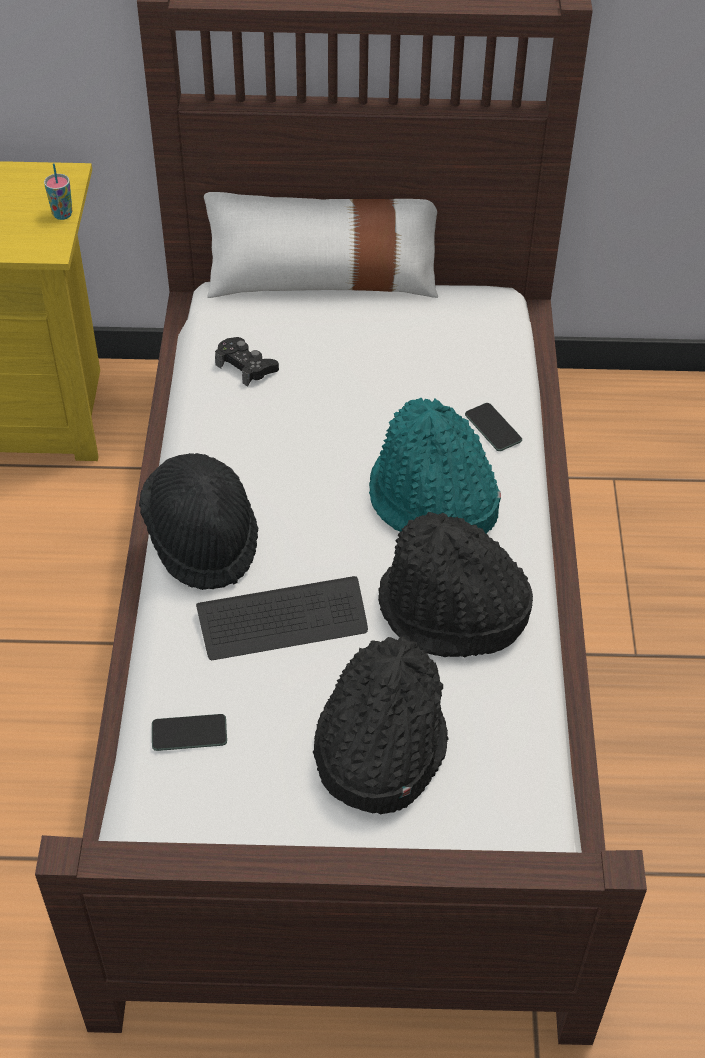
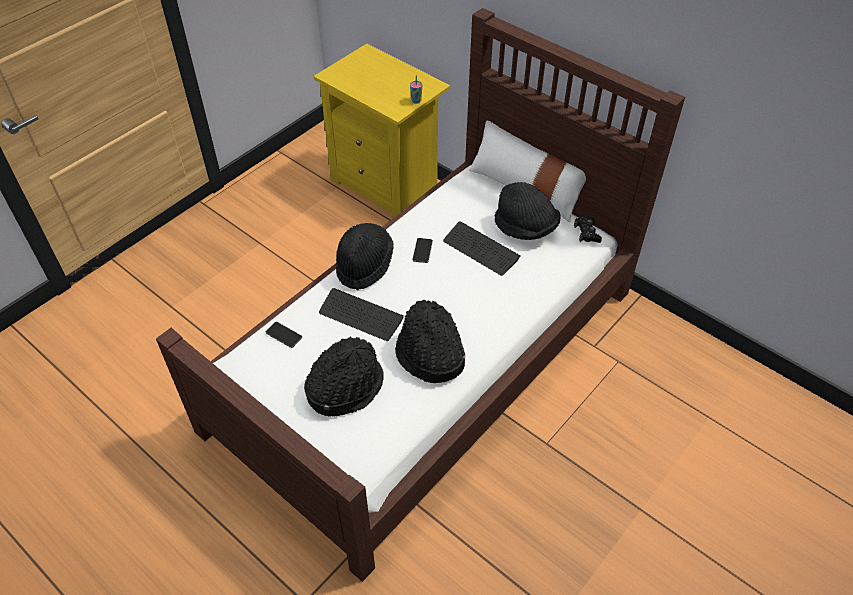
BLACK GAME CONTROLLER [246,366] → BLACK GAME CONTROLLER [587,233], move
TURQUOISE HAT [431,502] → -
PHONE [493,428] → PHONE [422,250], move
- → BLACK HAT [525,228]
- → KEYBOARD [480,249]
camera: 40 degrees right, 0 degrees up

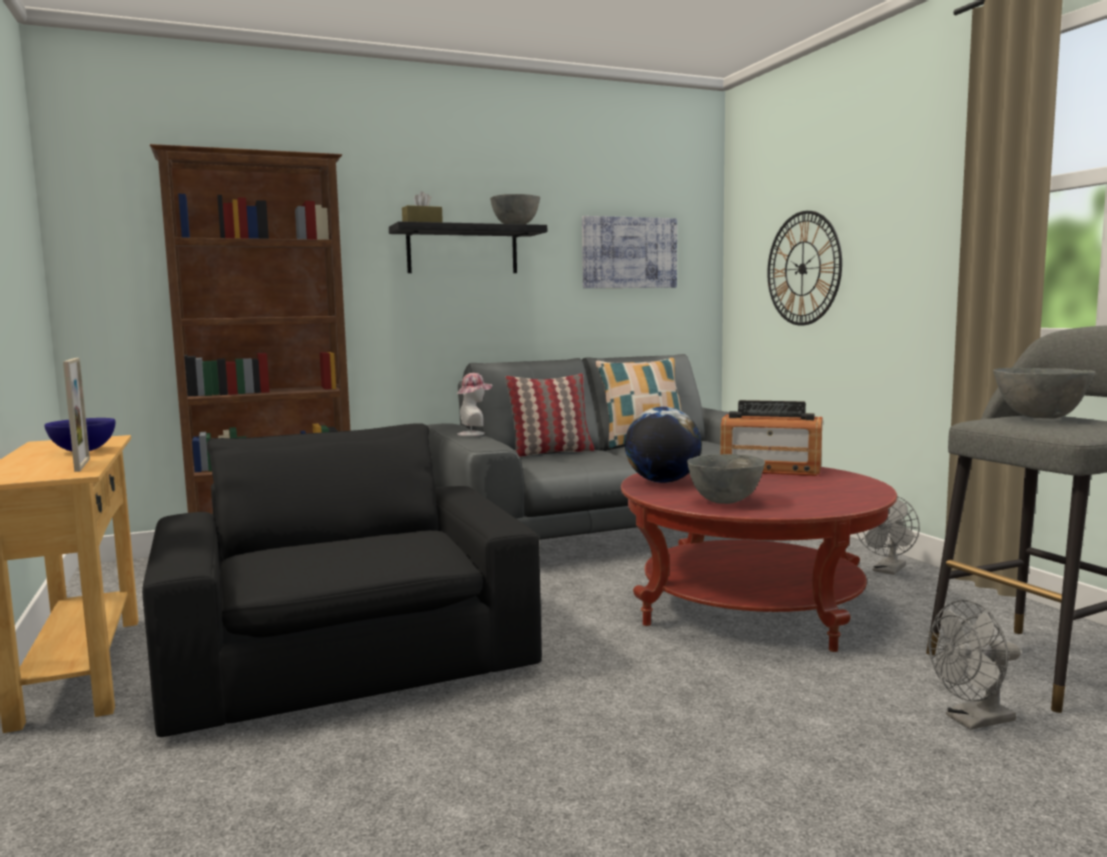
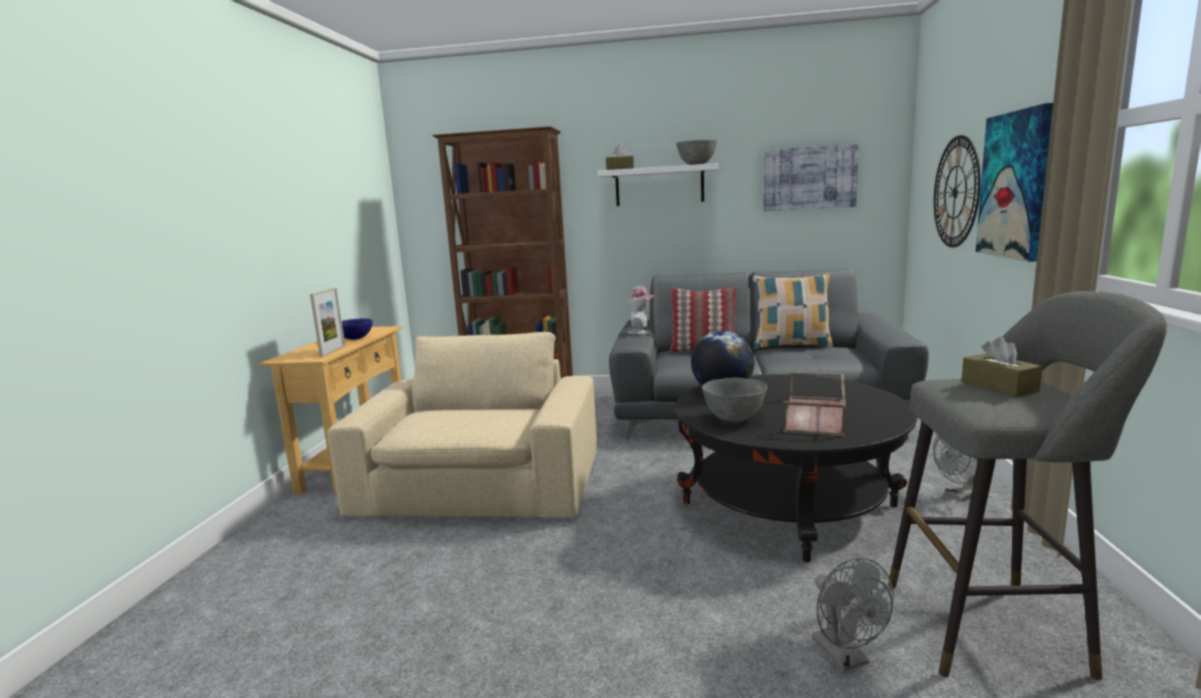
BLACK SHELF [462,250] → WHITE SHELF [659,186]
GREY BOWL [1040,417] → BROWN TISSUE BOX [999,387]
RADIO [770,469] → -
BLACK ARMCHAIR [348,656] → BEIGE ARMCHAIR [481,485]
RED COFFEE TABLE [751,605] → BLACK COFFEE TABLE [788,504]
GREY FAN [972,721] → GREY FAN [846,657], 120 degrees counterclockwise
- → PICTURE [1014,185]
- → BROWN TRAY [816,416]
camera: 30 degrees right, 5 degrees up

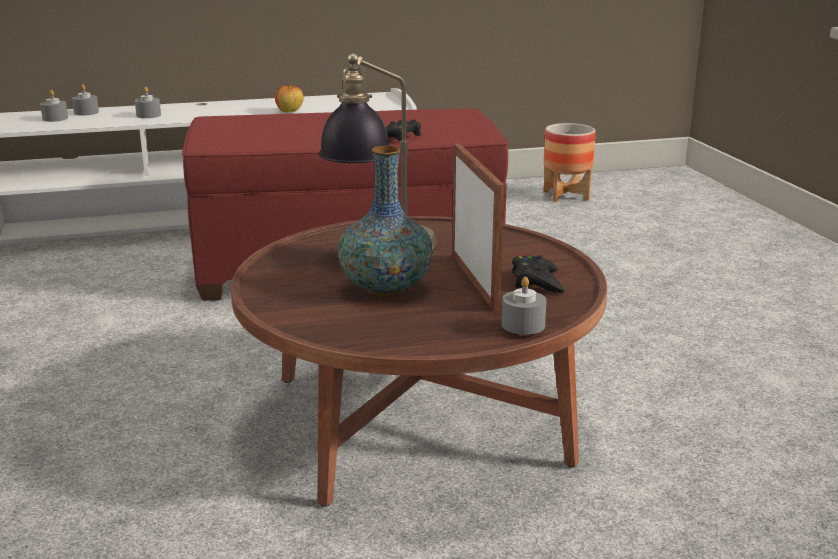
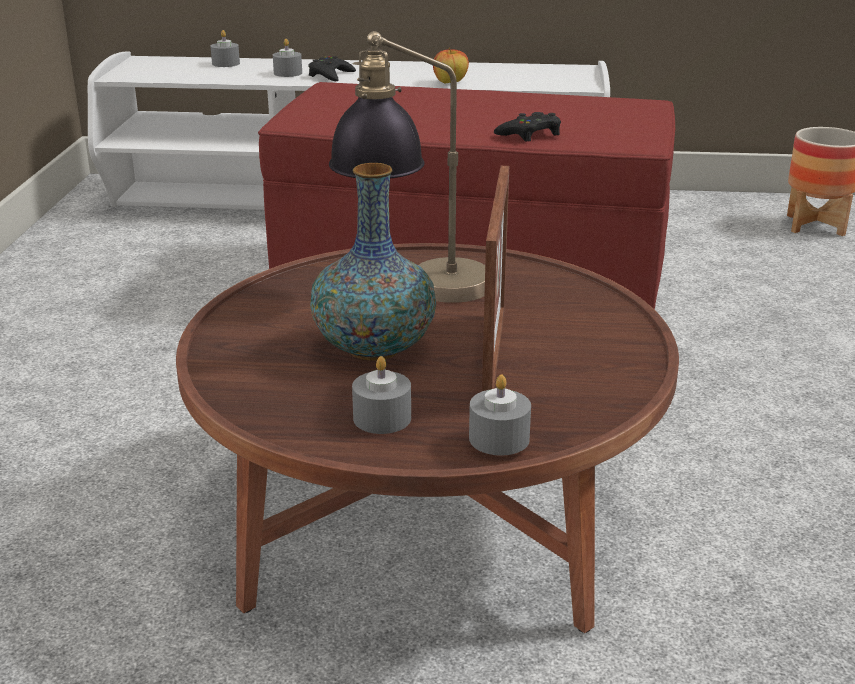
GREY CANDLE [55,118] → GREY CANDLE [382,418], move
BLACK GAME CONTROLLER [536,281] → BLACK GAME CONTROLLER [330,75], move
camera: 20 degrees right, 5 degrees up

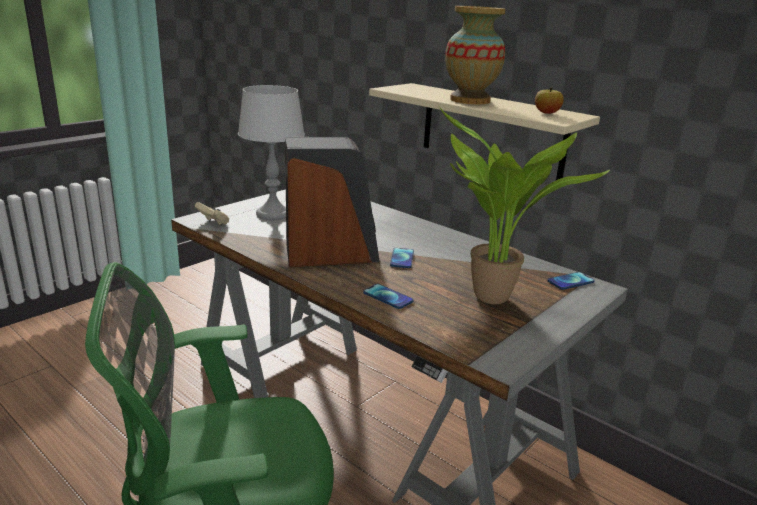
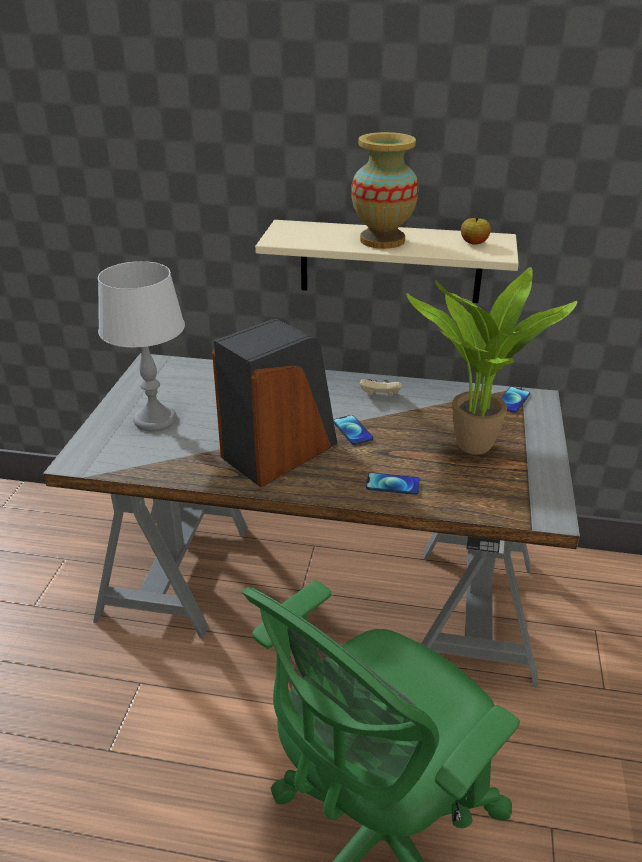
BEIGE GAME CONTROLLER [214,223] → BEIGE GAME CONTROLLER [380,396], move
camera: 30 degrees left, 10 degrees up

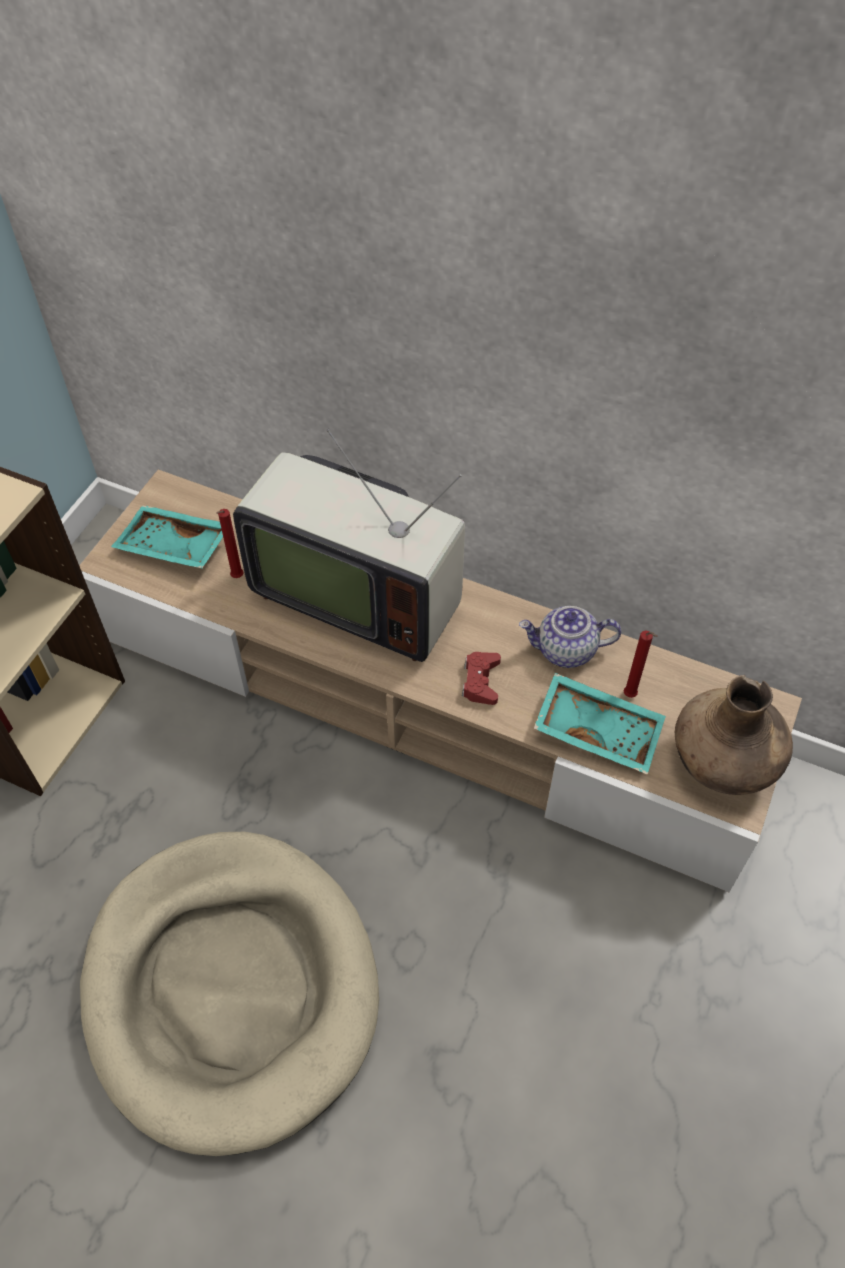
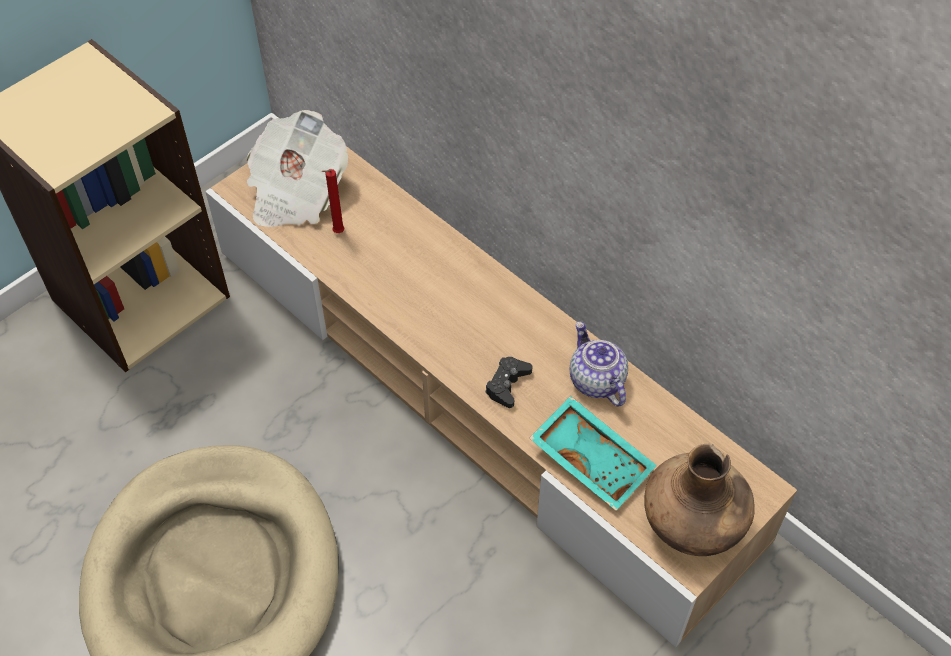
TELEVISION [357,593] → -
TURQUOISE TRAY [173,548] → NEWSPAPER [296,192]
TEAPOT [565,651] → TEAPOT [595,380], 45 degrees clockwise
RED CANDLE [631,696] → -
RED GAME CONTROLLER [481,681] → BLACK GAME CONTROLLER [507,384]
camera: 20 degrees right, 0 degrees up

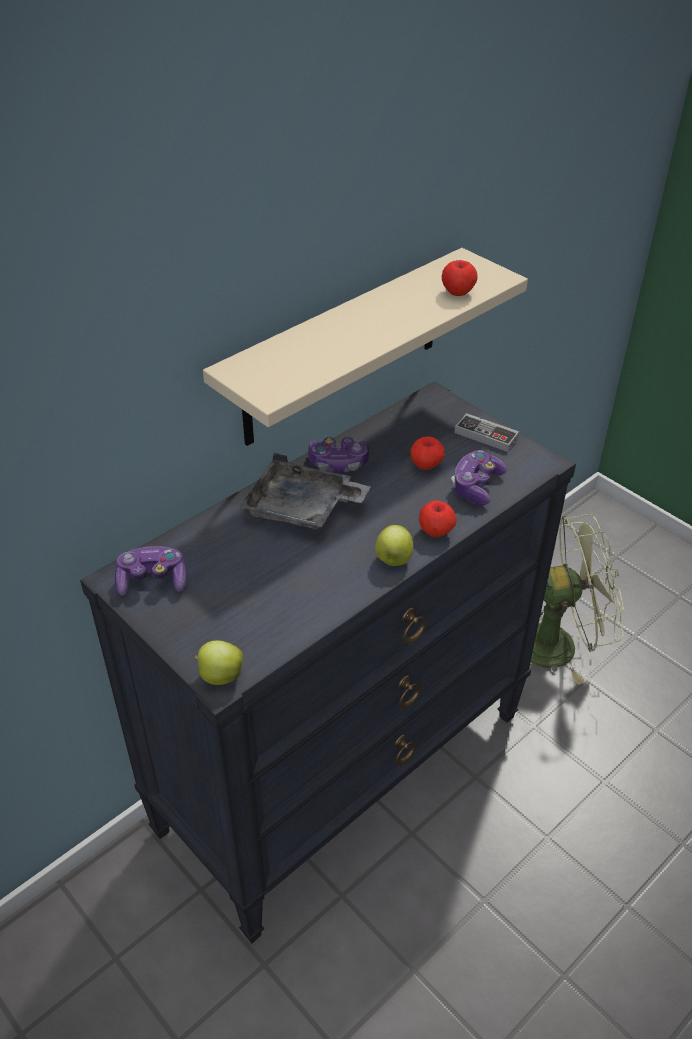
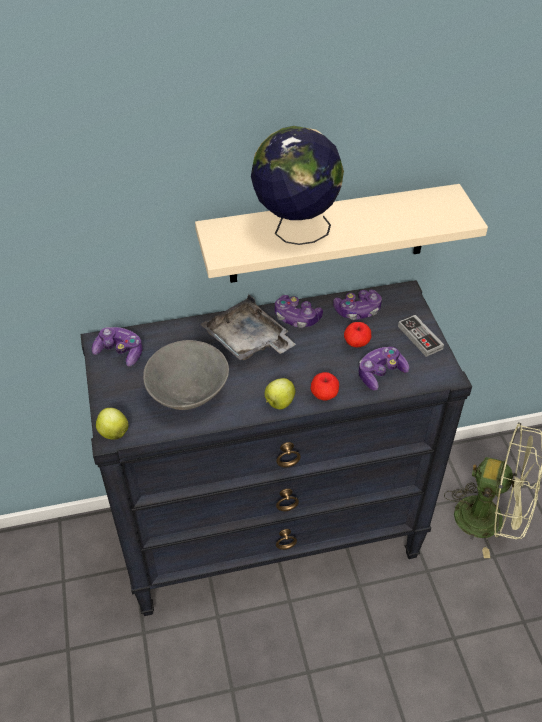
APPLE [458,292] → -
- → GLOBE [295,230]
- → GAME CONTROLLER [357,310]
- → GREY BOWL [187,395]
camera: 30 degrees right, 5 degrees up

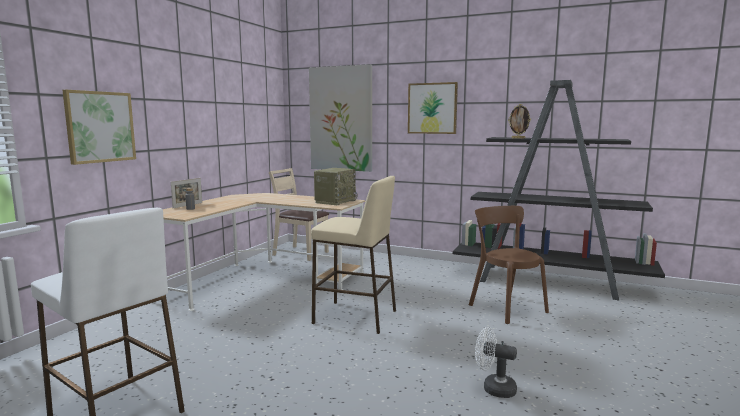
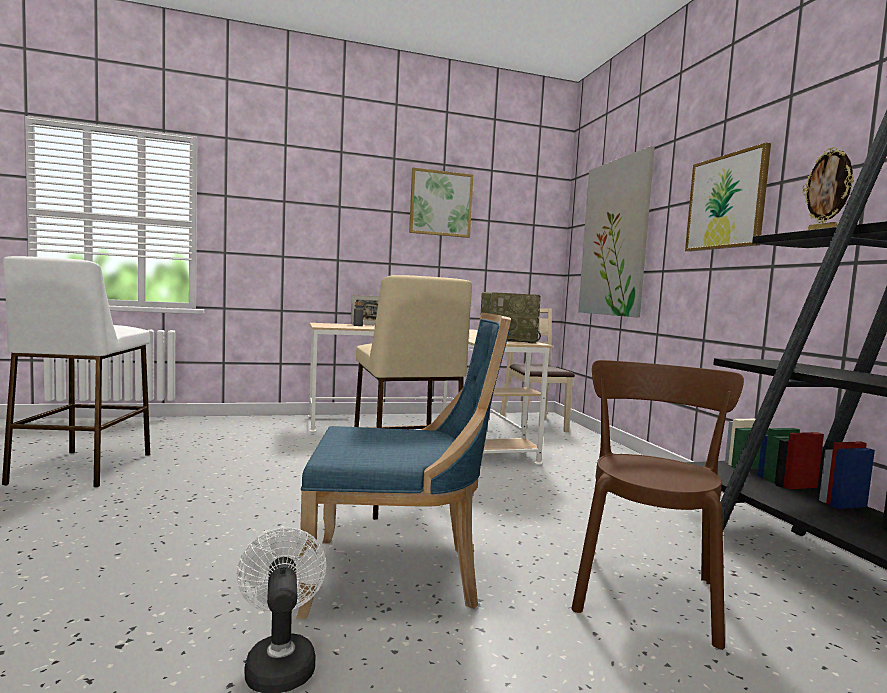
PICTURE [100,127] → PICTURE [440,203], move
- → BLUE CHAIR [399,576]
camera: 50 degrees right, 5 degrees down

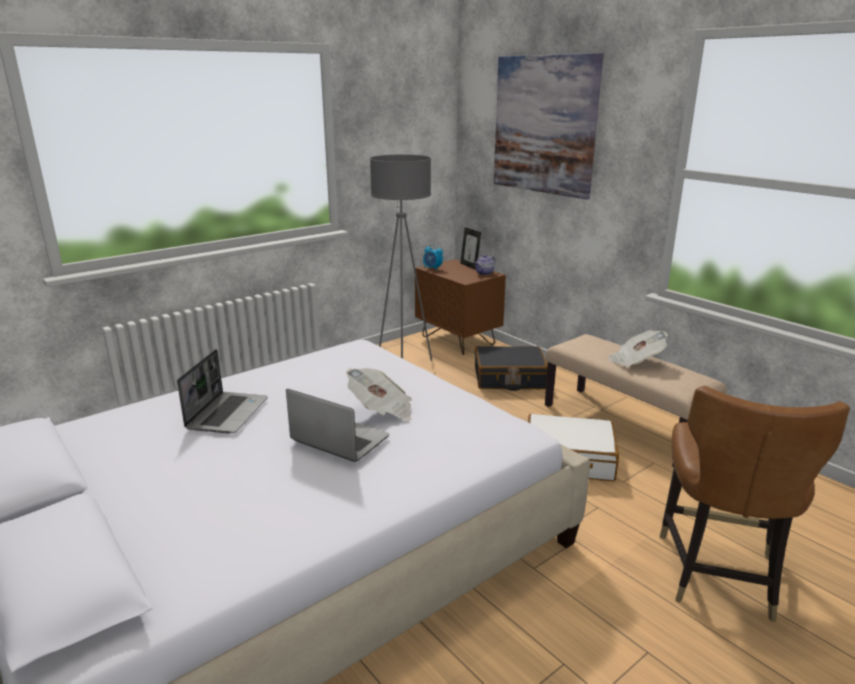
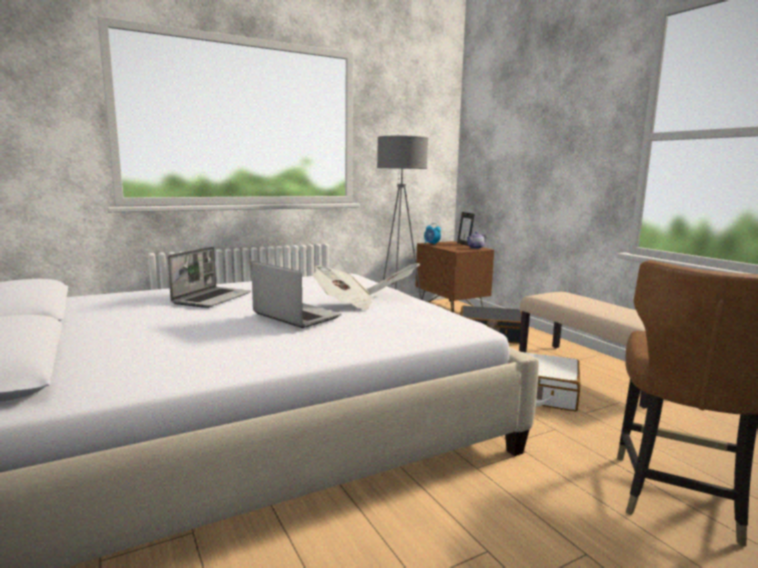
PICTURE [544,125] → -
NEWSPAPER [635,361] → NEWSPAPER [388,295], move
camera: 10 degrees right, 10 degrees down

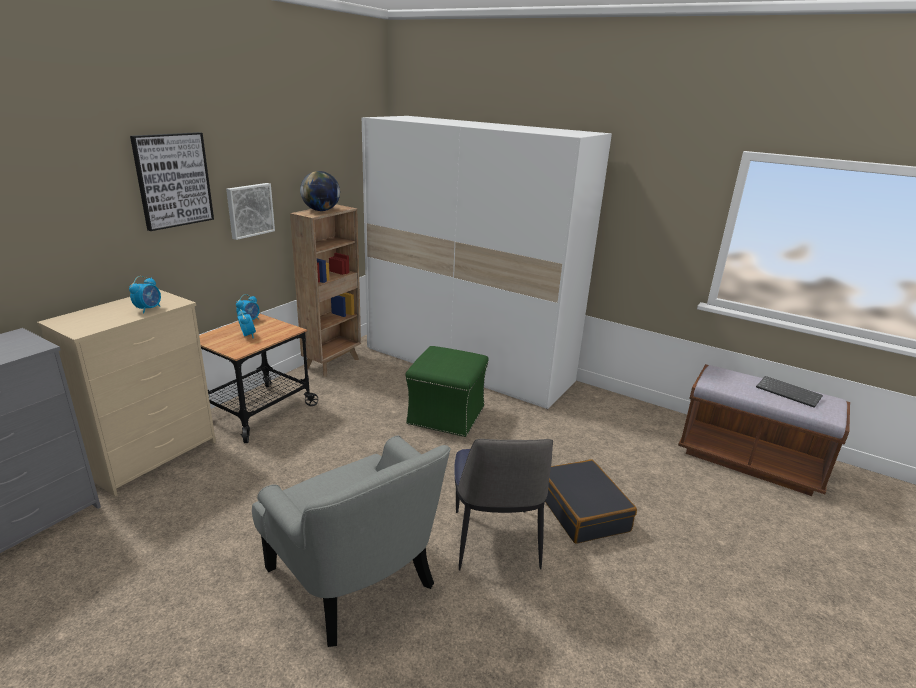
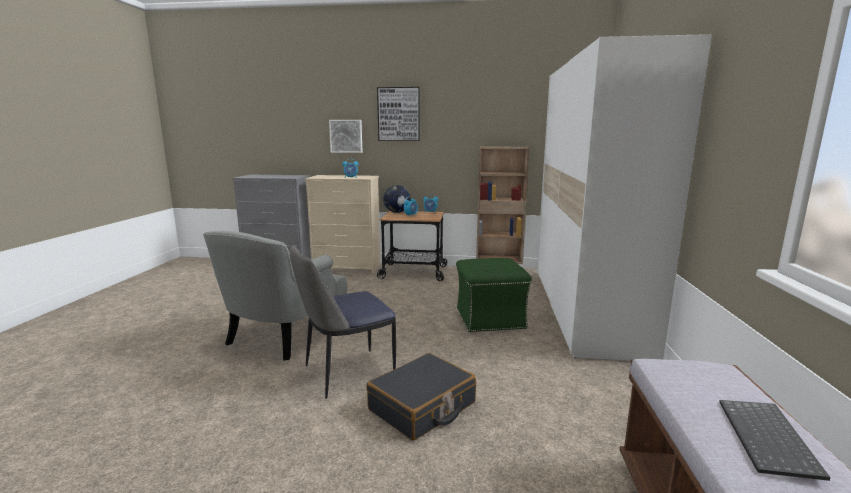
GLOBE [321,210] → GLOBE [397,212], move
PICTURE [249,210] → PICTURE [346,136], move
camera: 65 degrees right, 10 degrees down

